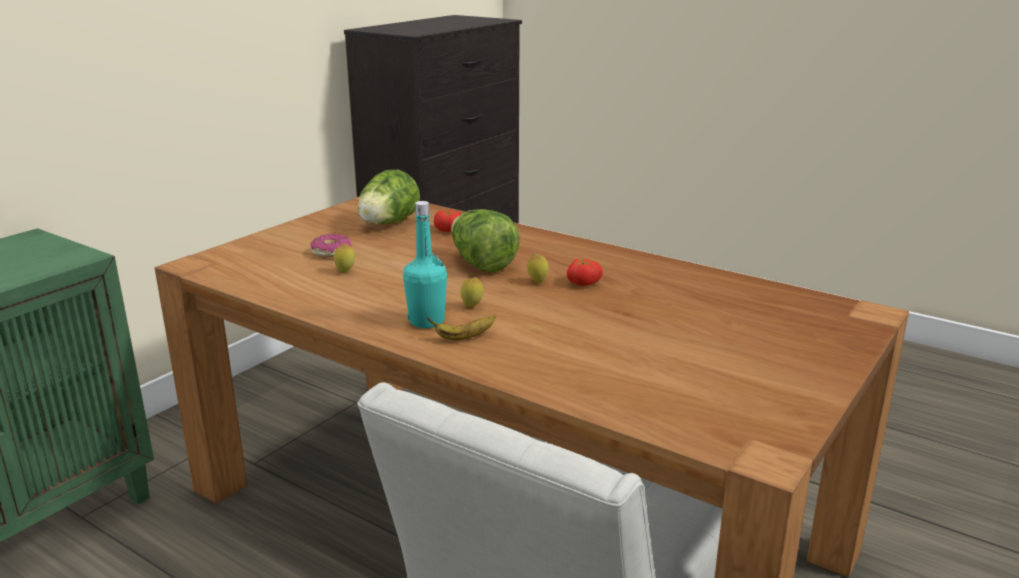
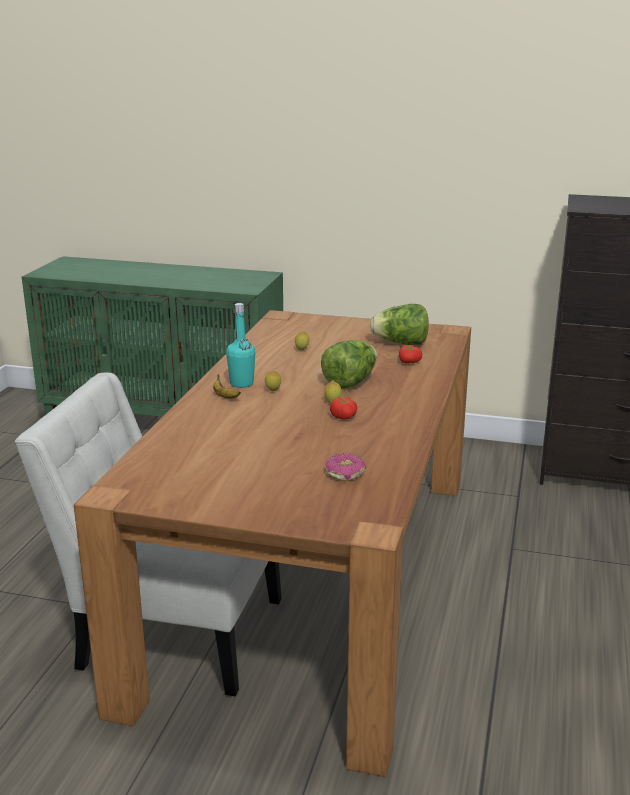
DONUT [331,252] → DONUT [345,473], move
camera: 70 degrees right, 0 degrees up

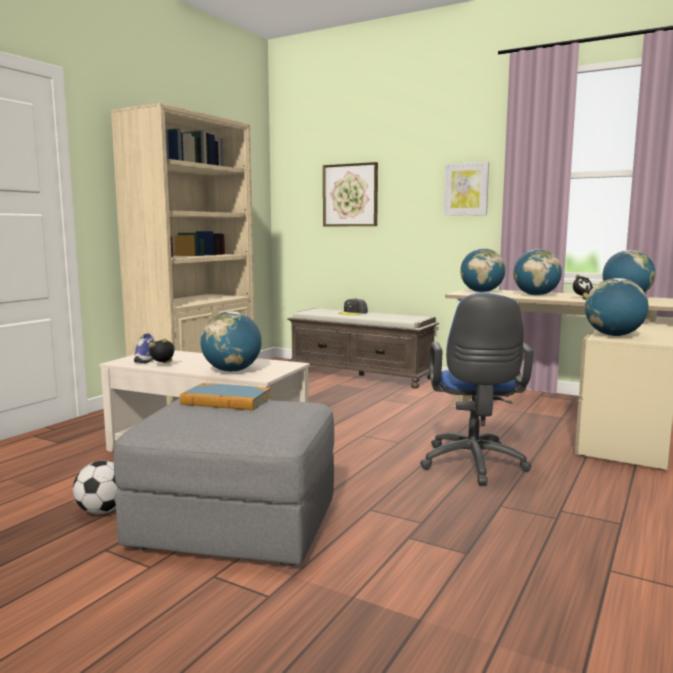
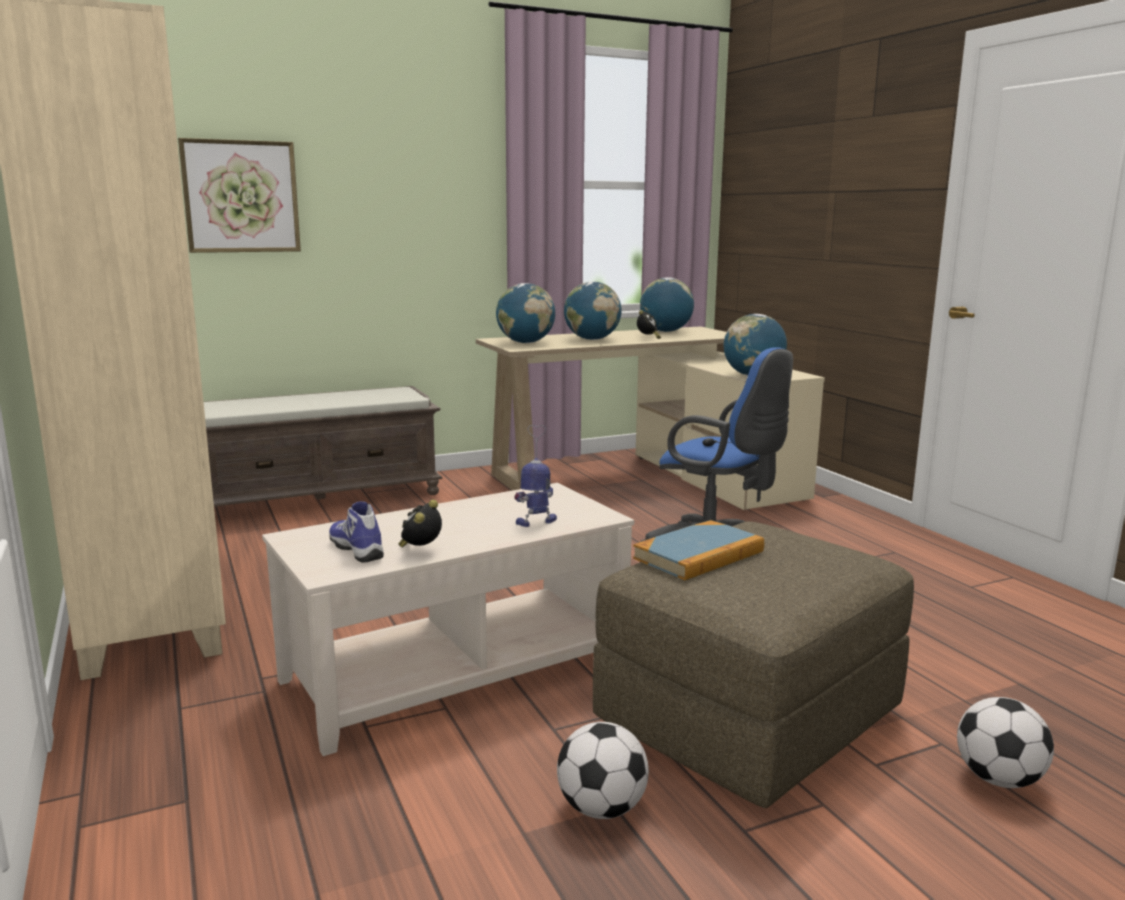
PICTURE [466,189] → -
GREY CAP [353,313] → -
GLOBE [232,371] → TOY ROBOT [537,522]
GREY OTTOMAN [234,525] → BROWN OTTOMAN [748,718]
- → FOOTBALL [998,779]
camera: 55 degrees left, 5 degrees up

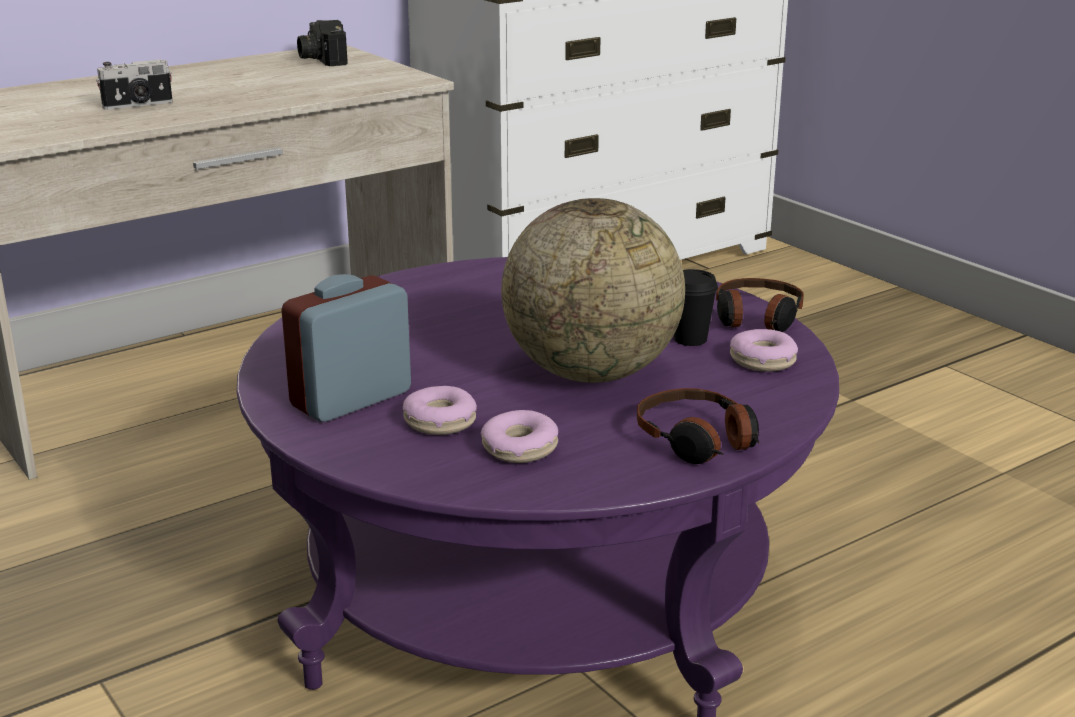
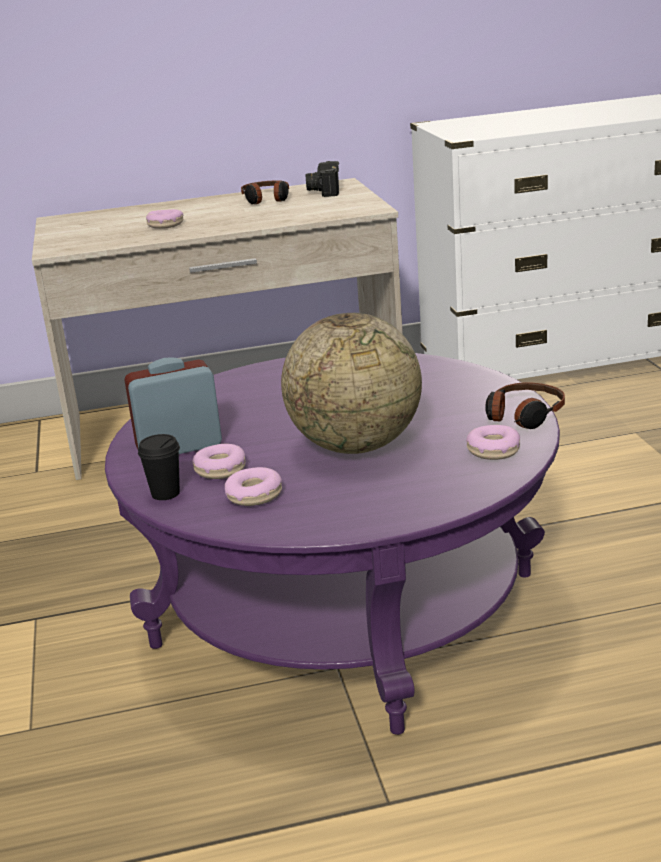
PHOTO CAMERA [138,105] → DONUT [165,225]
BLACK CUP [690,339] → BLACK CUP [165,493], move
HEADPHONES [697,441] → HEADPHONES [266,199], move
camera: 25 degrees right, 0 degrees up

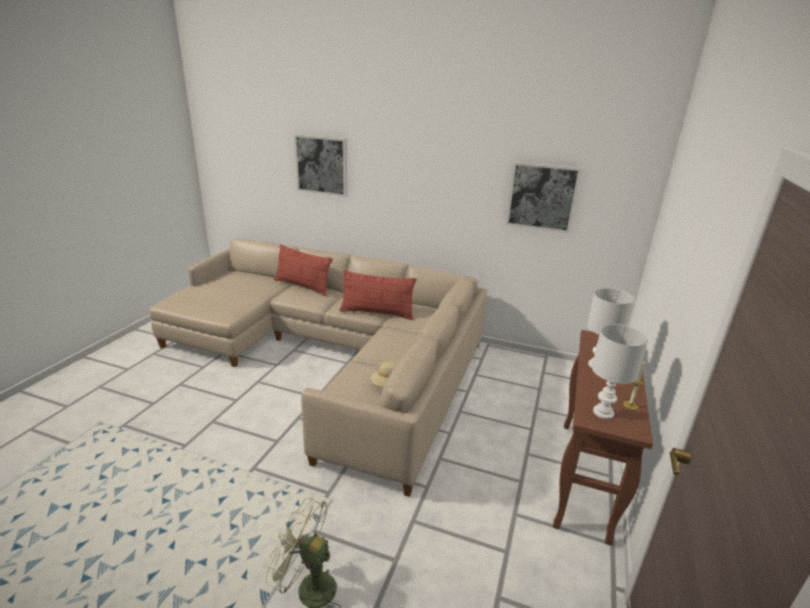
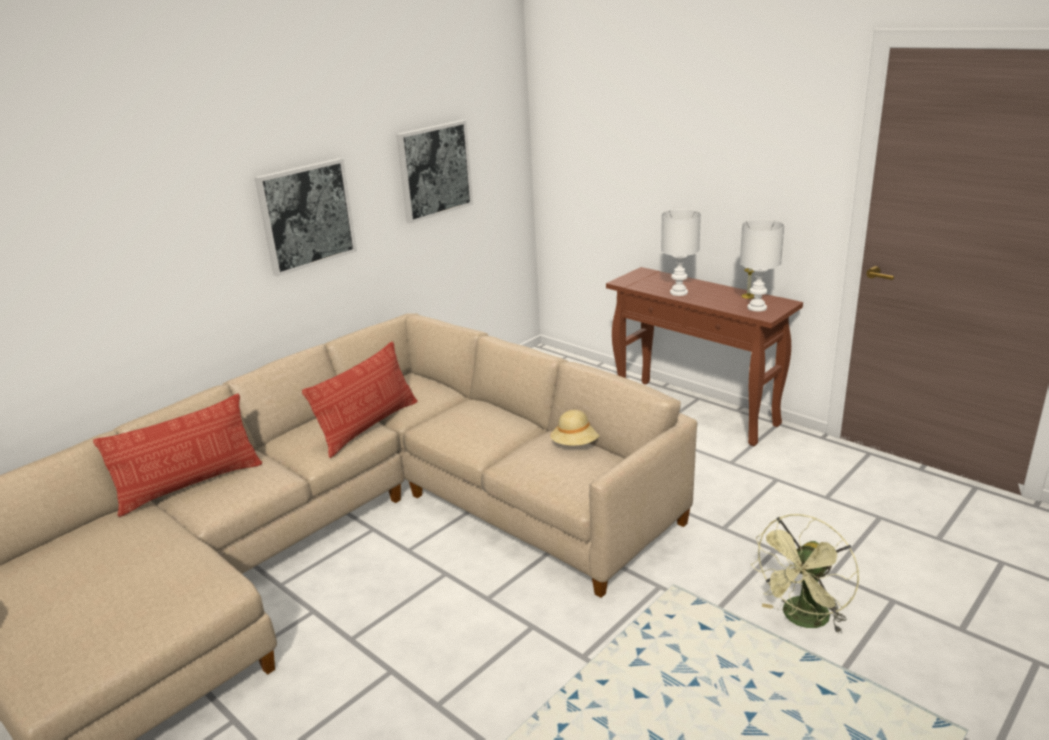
PICTURE [322,165] → PICTURE [306,215], move
camera: 65 degrees left, 0 degrees up

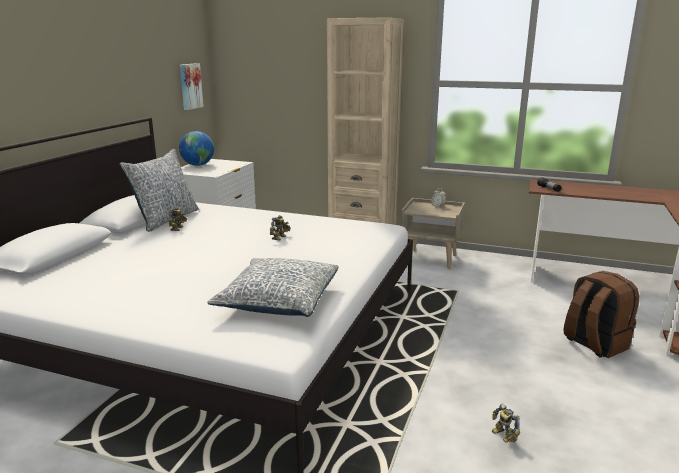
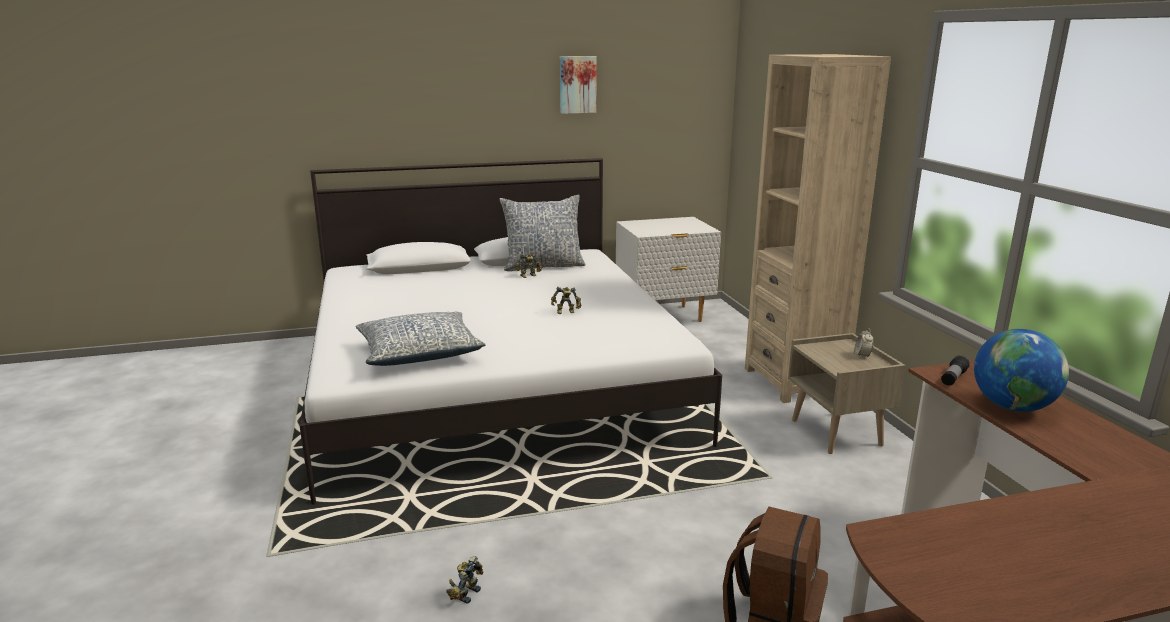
PICTURE [190,86] → PICTURE [577,84], move
GLOBE [198,165] → GLOBE [1012,407], move
camera: 55 degrees right, 0 degrees up

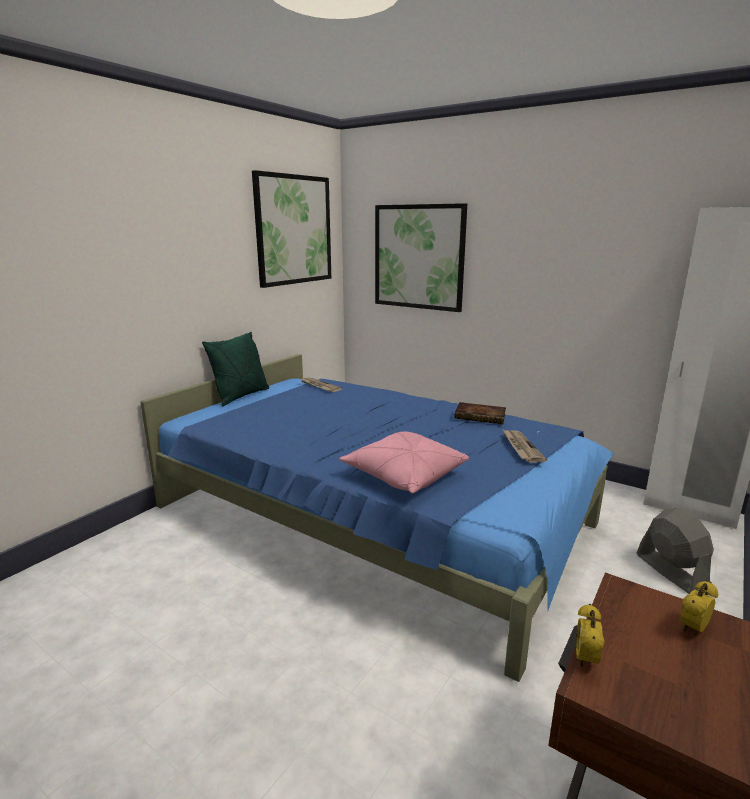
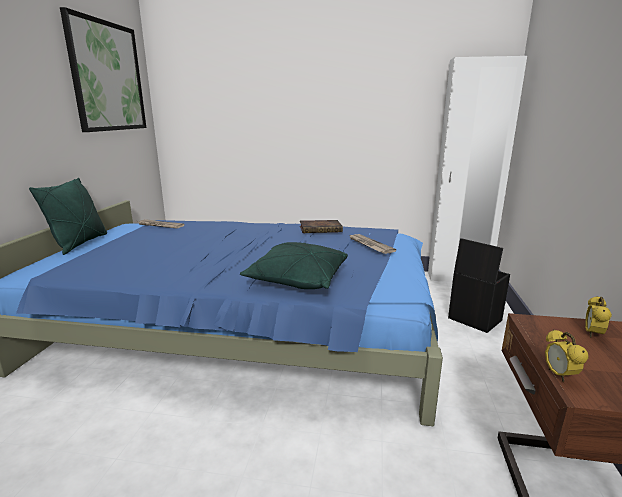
PICTURE [419,257] → -
PINK PILLOW [404,475] → GREEN PILLOW [297,280]
GREY FAN [670,571] → BLACK STORAGE BOX [473,319]
camera: 25 degrees left, 0 degrees up

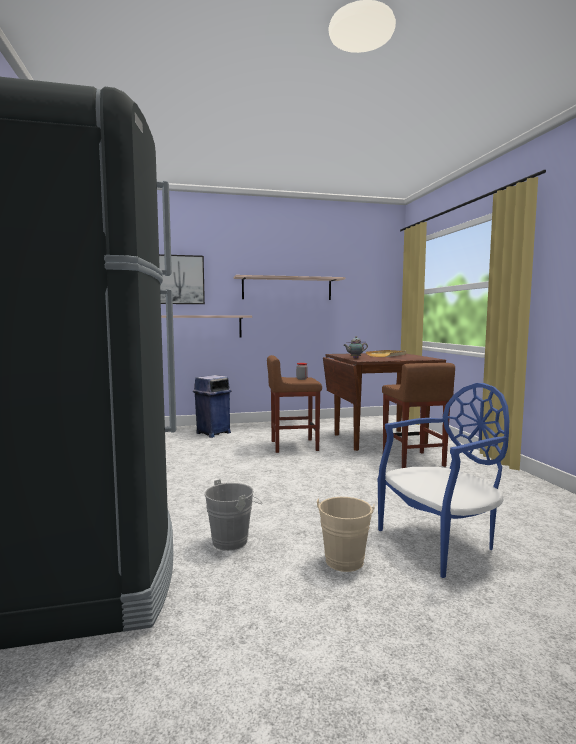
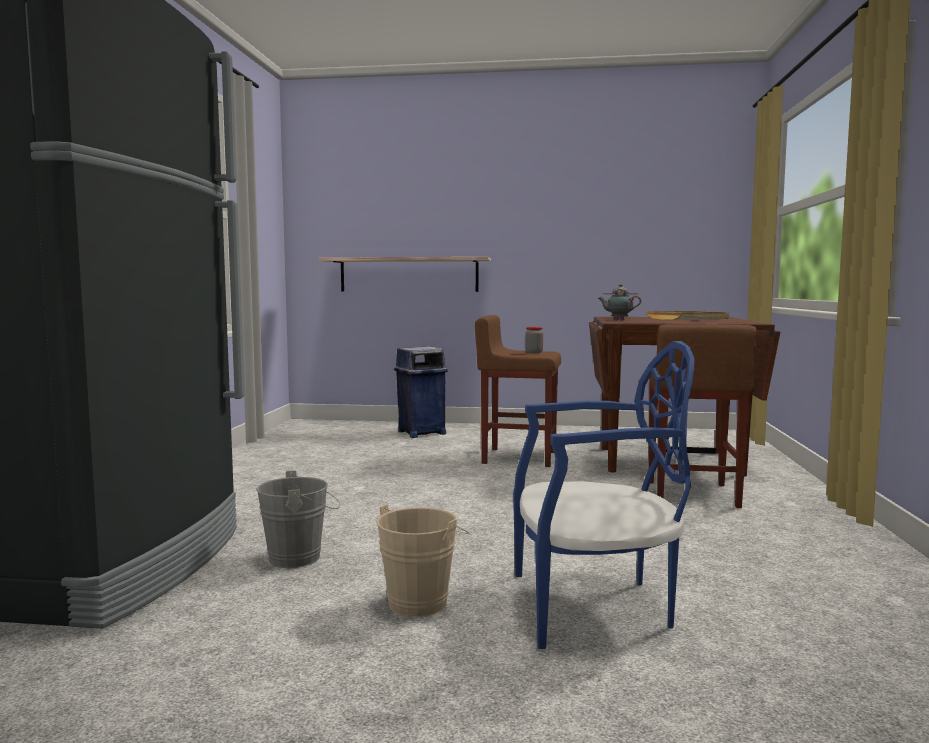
PICTURE [179,279] → -
SHELF [287,288] → -
camera: 20 degrees right, 0 degrees up

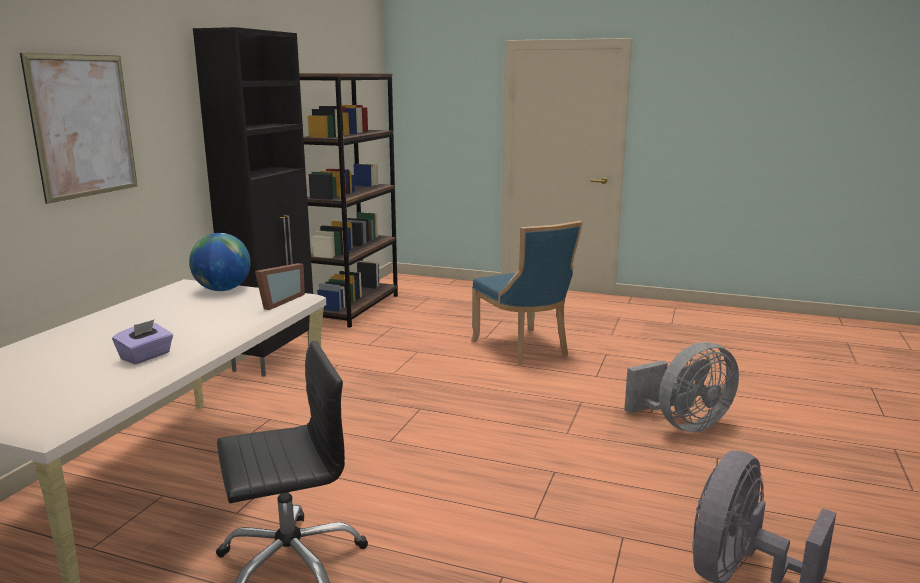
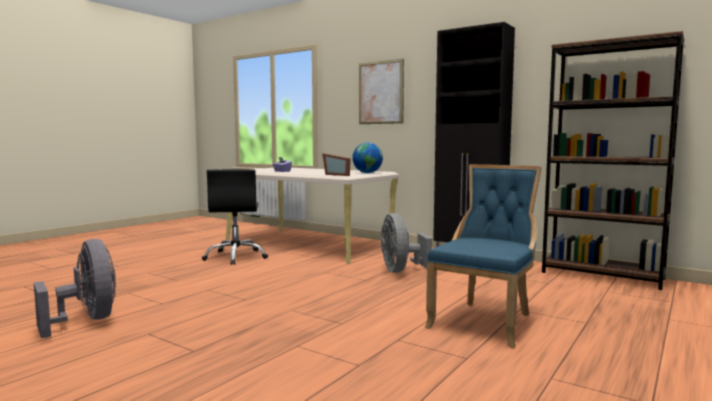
BLUE CHAIR [524,349] → BLUE CHAIR [485,321], 135 degrees clockwise
GREY FAN [683,424] → GREY FAN [401,270], move
camera: 105 degrees right, 10 degrees down

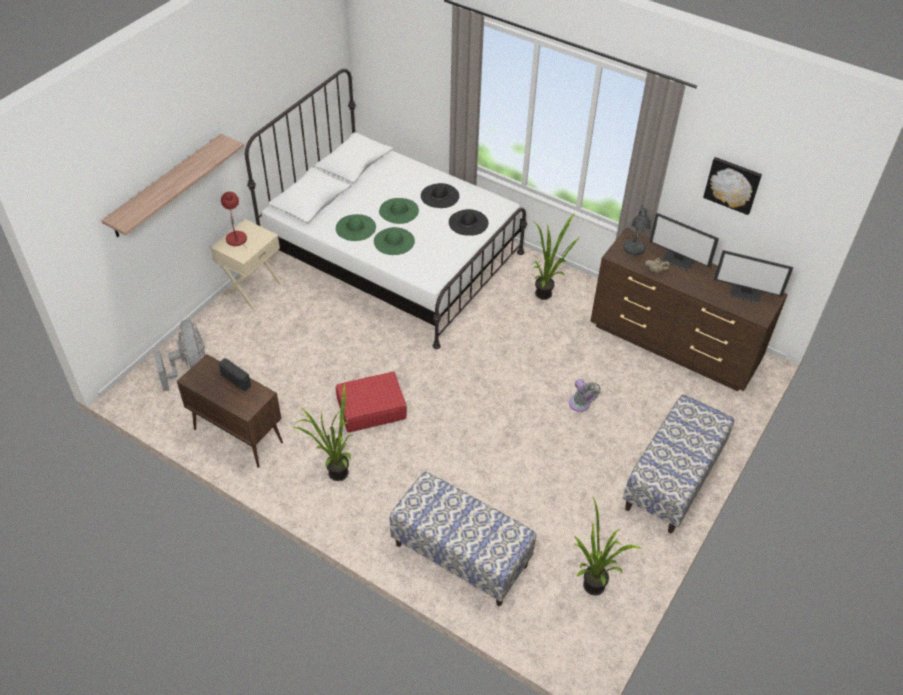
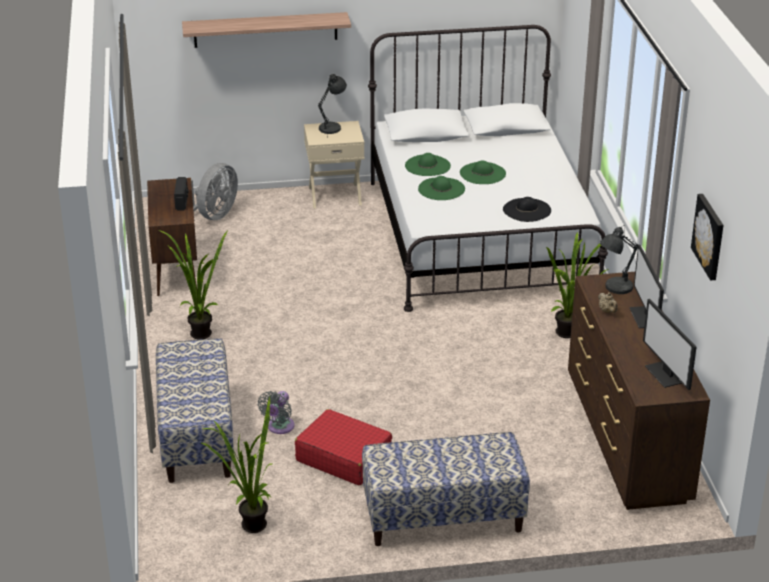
BLACK HAT [440,196] → -
RED TABLE LAMP [236,237] → GREY TABLE LAMP [332,128]
RED SUITCASE [371,408] → RED SUITCASE [343,457], move
GREY FAN [580,405] → GREY FAN [279,427], move
camera: 50 degrees right, 15 degrees down

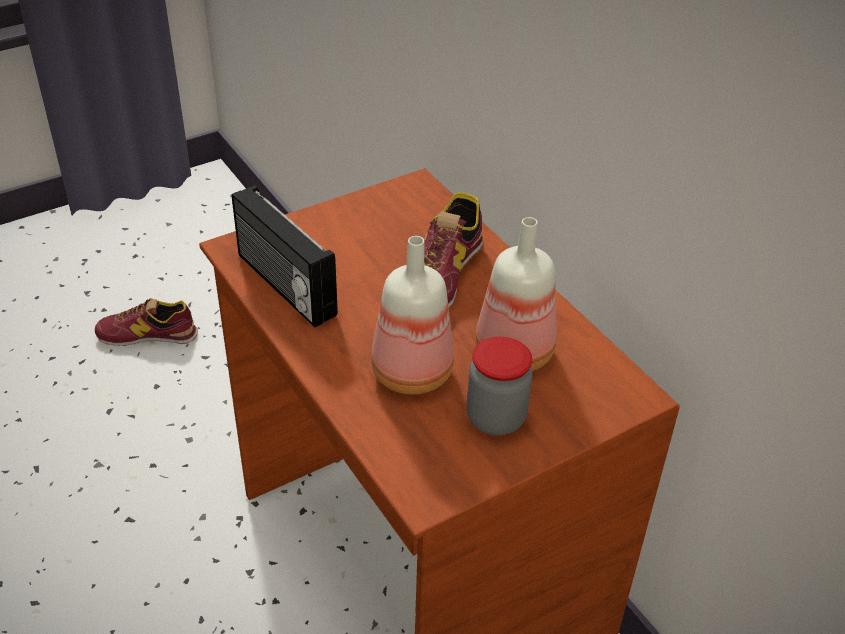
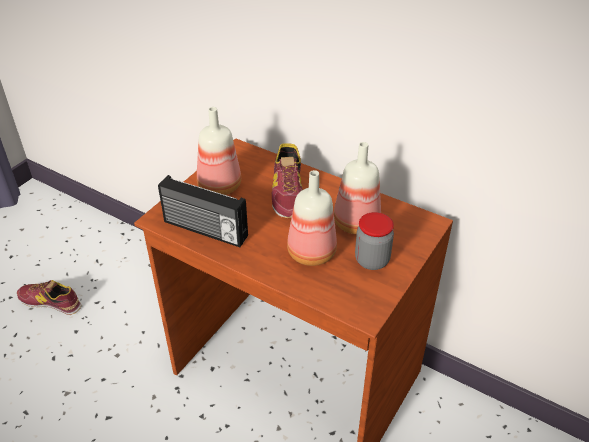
SHOE [148,334] → SHOE [50,302], 45 degrees clockwise
- → BOTTLE [219,187]
camera: 25 degrees left, 0 degrees up

